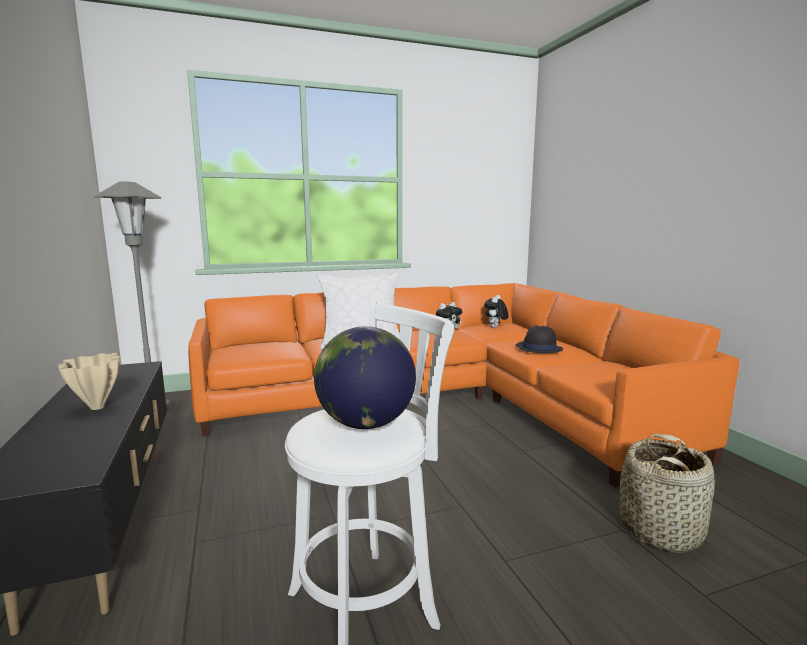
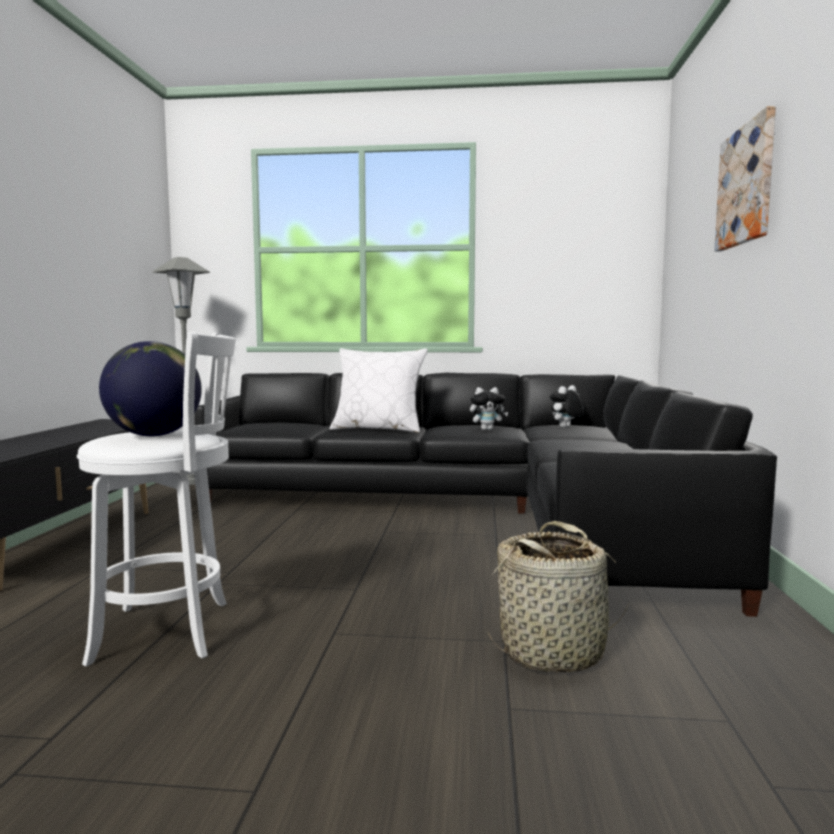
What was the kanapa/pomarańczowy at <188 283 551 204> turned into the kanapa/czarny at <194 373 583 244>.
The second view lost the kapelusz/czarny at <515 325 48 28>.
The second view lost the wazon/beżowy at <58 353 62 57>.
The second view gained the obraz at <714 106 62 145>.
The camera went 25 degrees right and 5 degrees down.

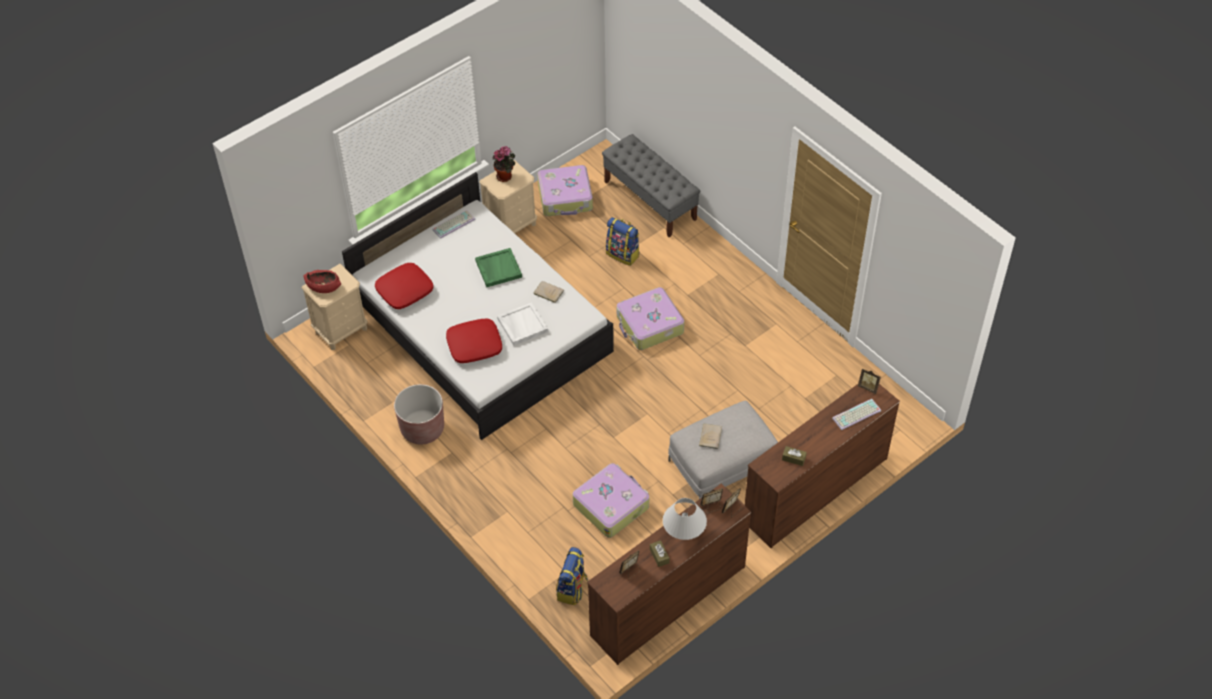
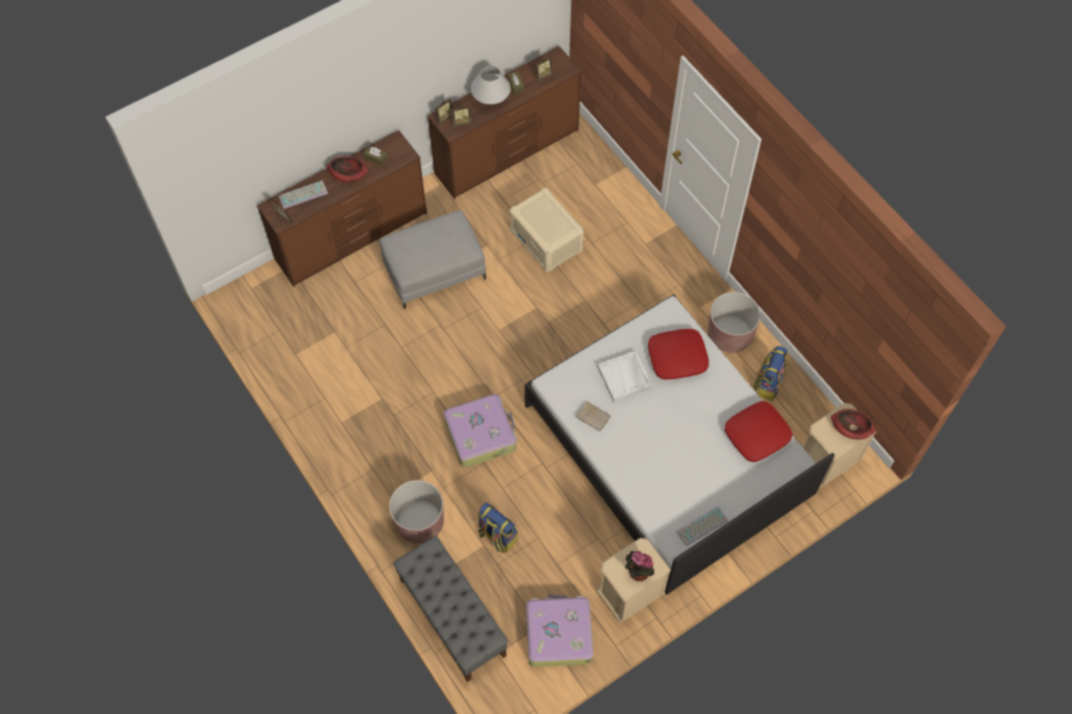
The second view lost the taca/zielony at <475 248 47 39>.
The second view lost the książka/beżowy at <699 423 23 26>.
Where the walizka stood at <573 463 76 75>, the pojemnik do przechowywania/beżowy came to stand at <509 188 75 84>.
The plecak ended up elsewhere, having gone from <556 547 32 59> to <753 346 34 55>.
The second view gained the miska/czerwony at <326 156 42 26>.
The second view gained the donica/brązowy at <389 480 55 63>.
The camera went 175 degrees left and 10 degrees up.

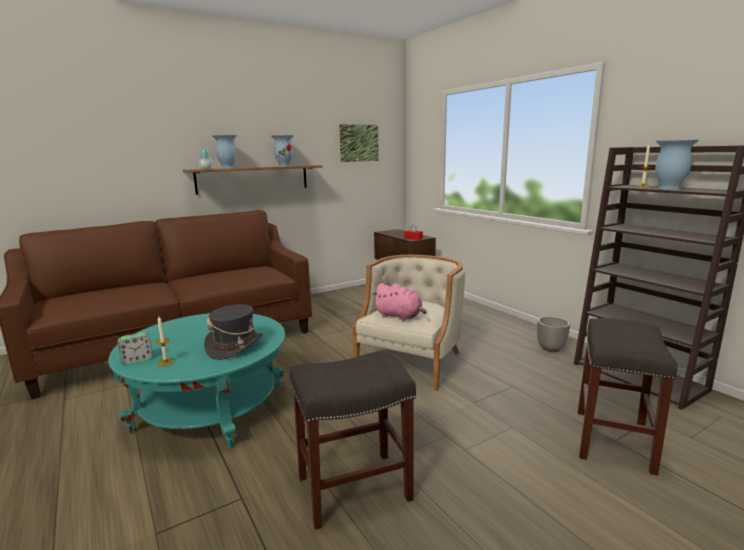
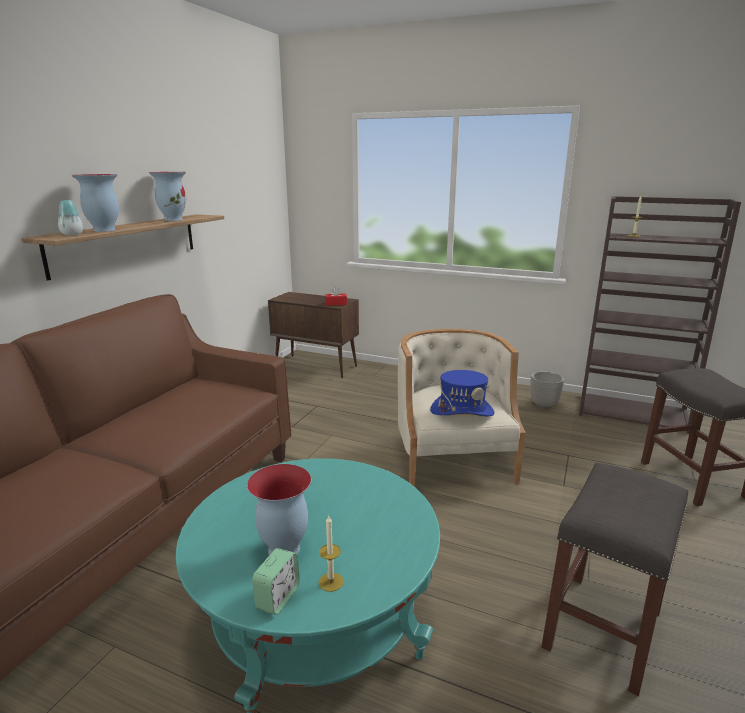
The second view lost the obraz at <339 124 40 38>.
The wazon ended up elsewhere, having gone from <655 140 44 50> to <247 464 64 91>.
Where the pluszak/różowy stood at <373 283 53 38>, the kapelusz/niebieski came to stand at <430 370 65 46>.
The second view lost the kapelusz/szary at <204 304 59 56>.
The camera went 35 degrees left and 5 degrees up.

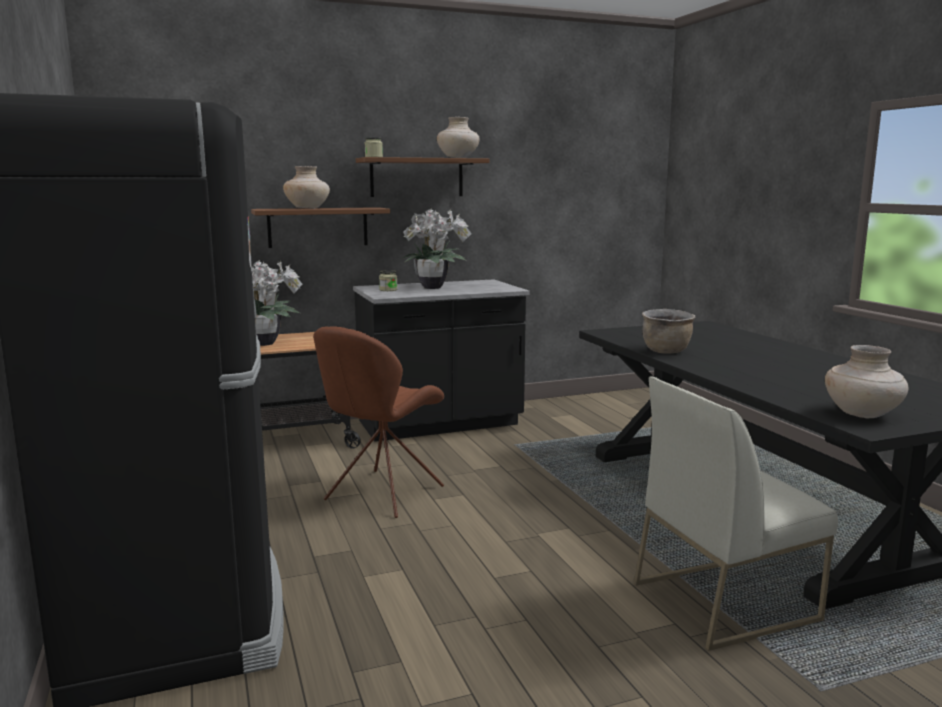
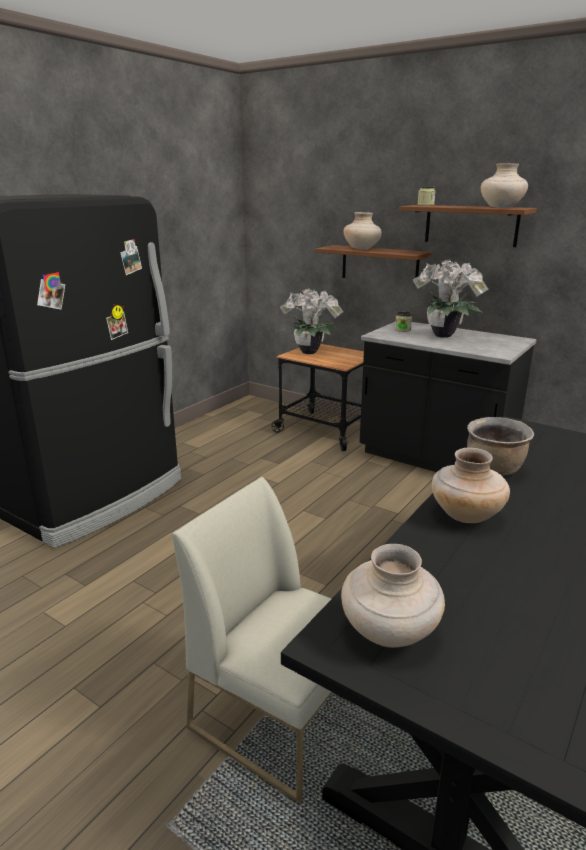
The second view lost the krzesło/brązowy at <313 326 131 192>.
The second view gained the wazon/beżowy at <432 448 78 75>.
The camera went 55 degrees right and 10 degrees up.

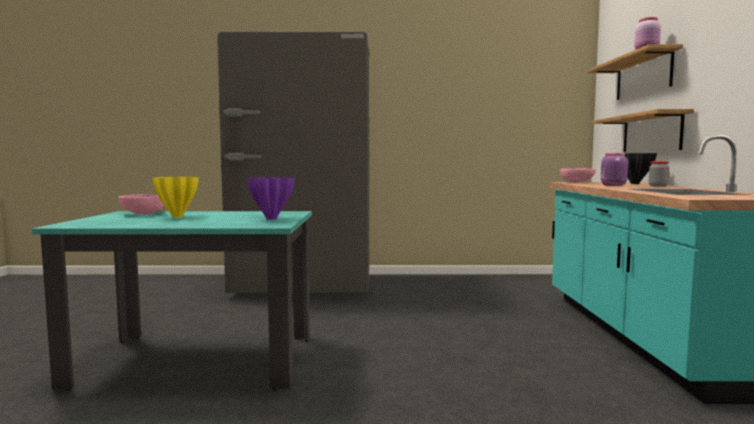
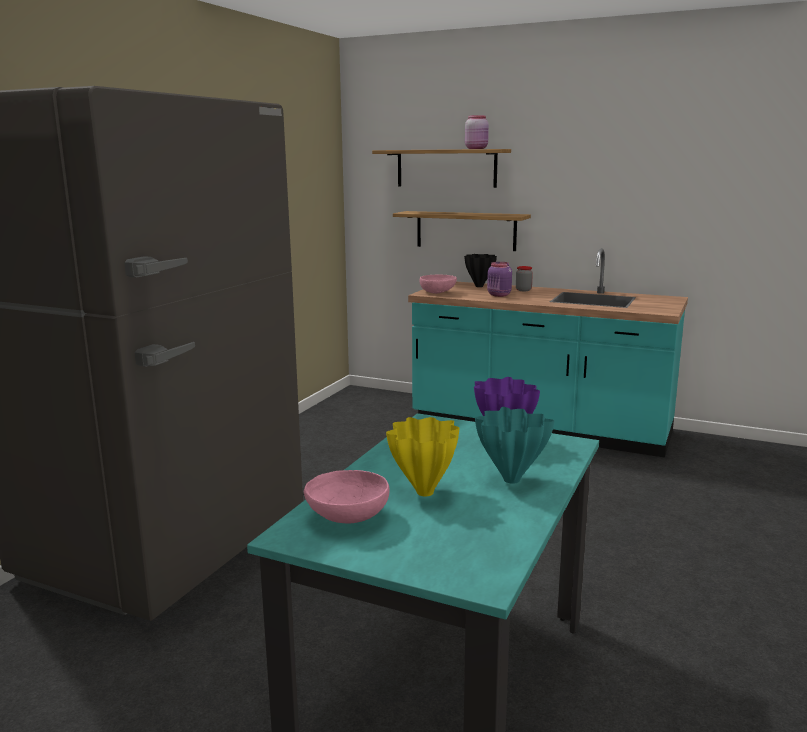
The second view gained the wazon/turkusowy at <475 407 79 77>.
The camera went 65 degrees left and 10 degrees up.

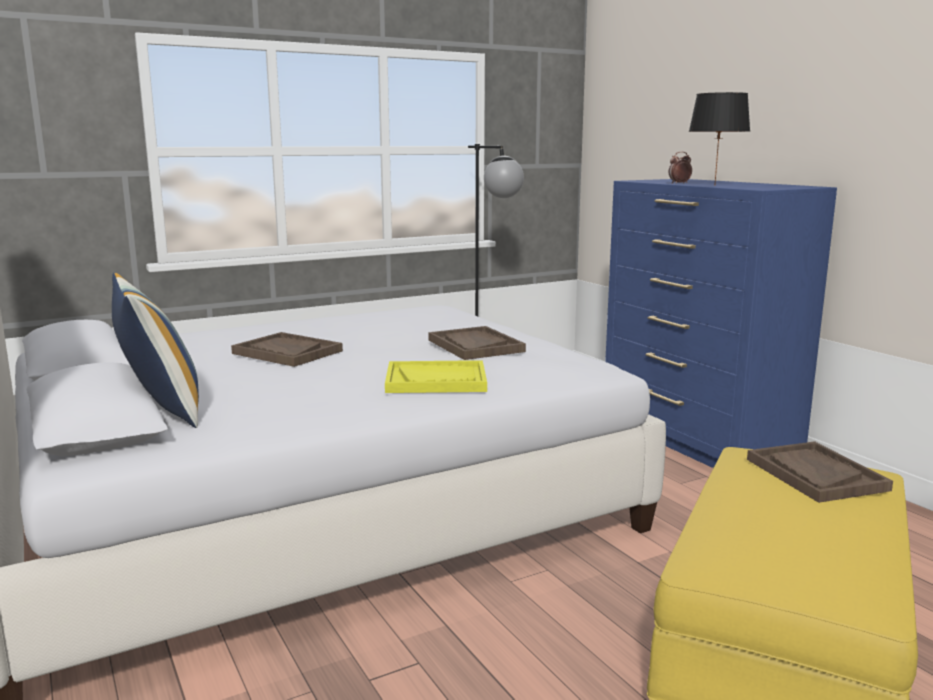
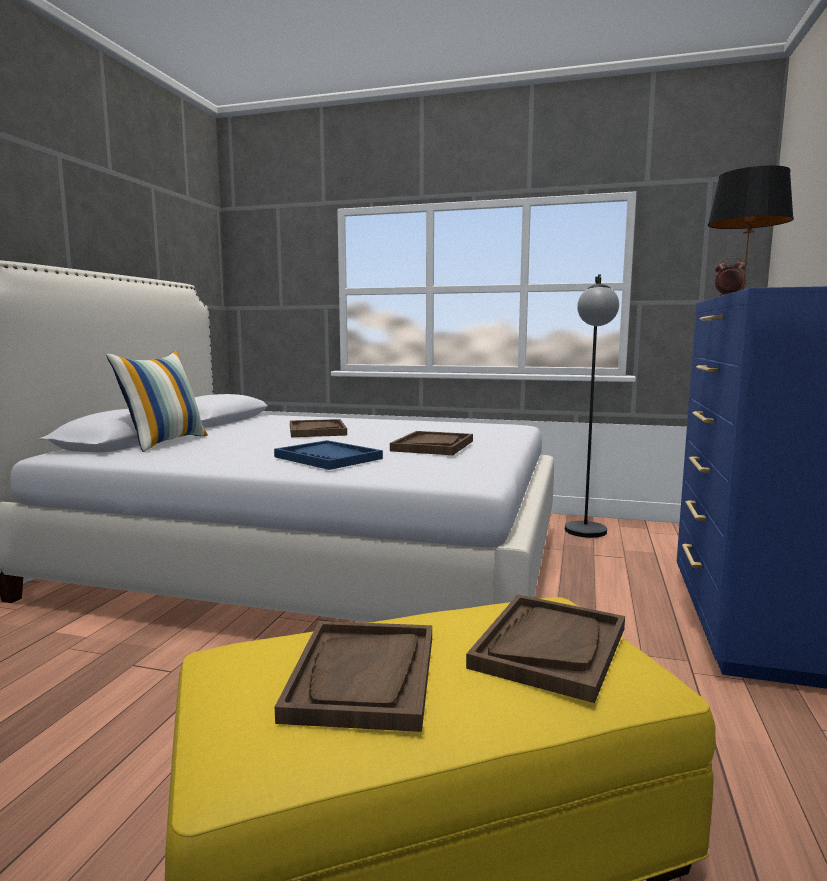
What was the taca/żółty at <385 360 102 33> turned into the taca/niebieski at <274 440 109 30>.
The second view gained the taca/brązowy at <275 621 157 111>.
The camera went 45 degrees right and 5 degrees down.

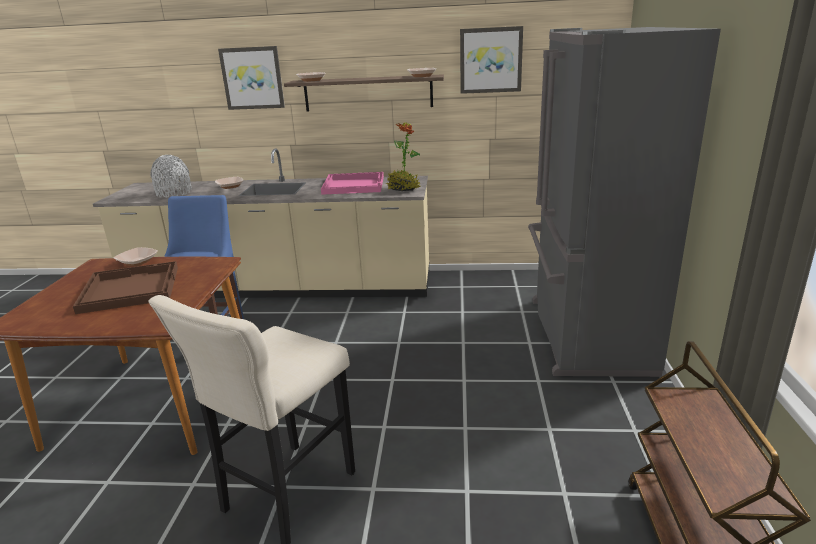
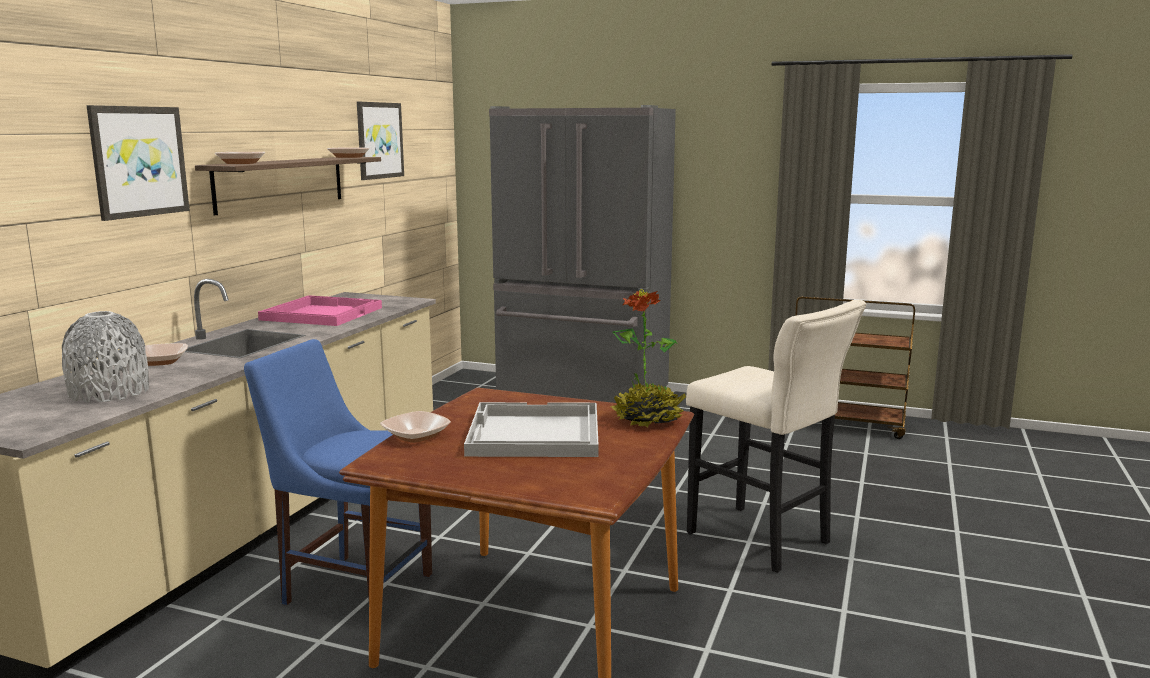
The roślina doniczkowa ended up elsewhere, having gone from <386 122 36 69> to <610 289 76 138>.
What was the taca/brązowy at <73 261 105 53> turned into the taca/biały at <464 402 135 55>.
The camera went 75 degrees left and 10 degrees down.

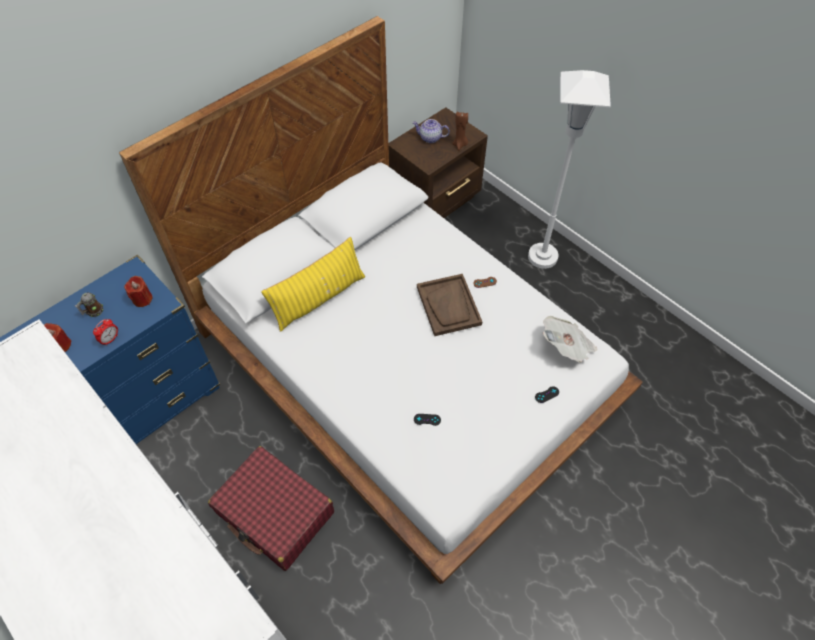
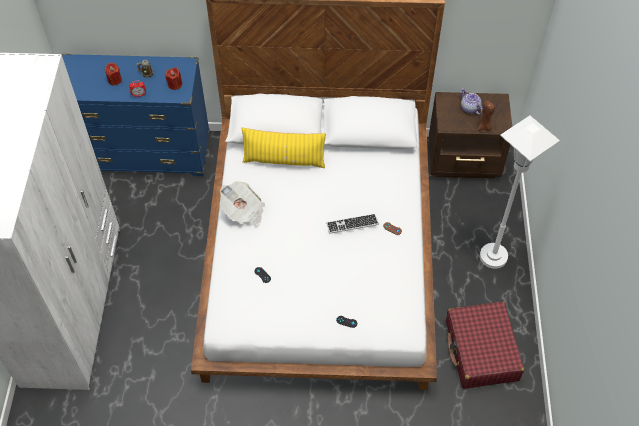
Where the taca/brązowy stood at <417 274 65 62>, the klawiatura came to stand at <326 214 53 20>.
The gazeta ended up elsewhere, having gone from <543 316 54 47> to <219 181 46 46>.
The walizka/czerwony ended up elsewhere, having gone from <208 446 126 125> to <446 301 78 88>.
The camera went 45 degrees right and 0 degrees up.

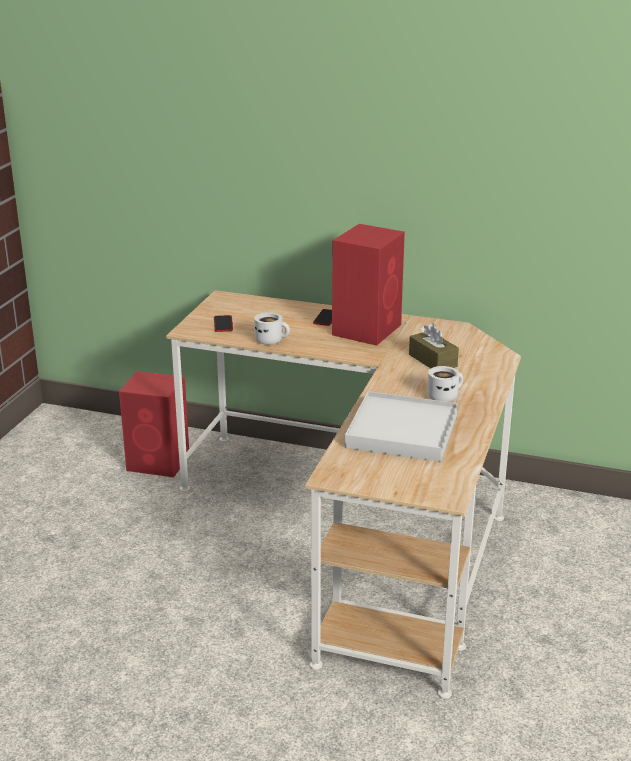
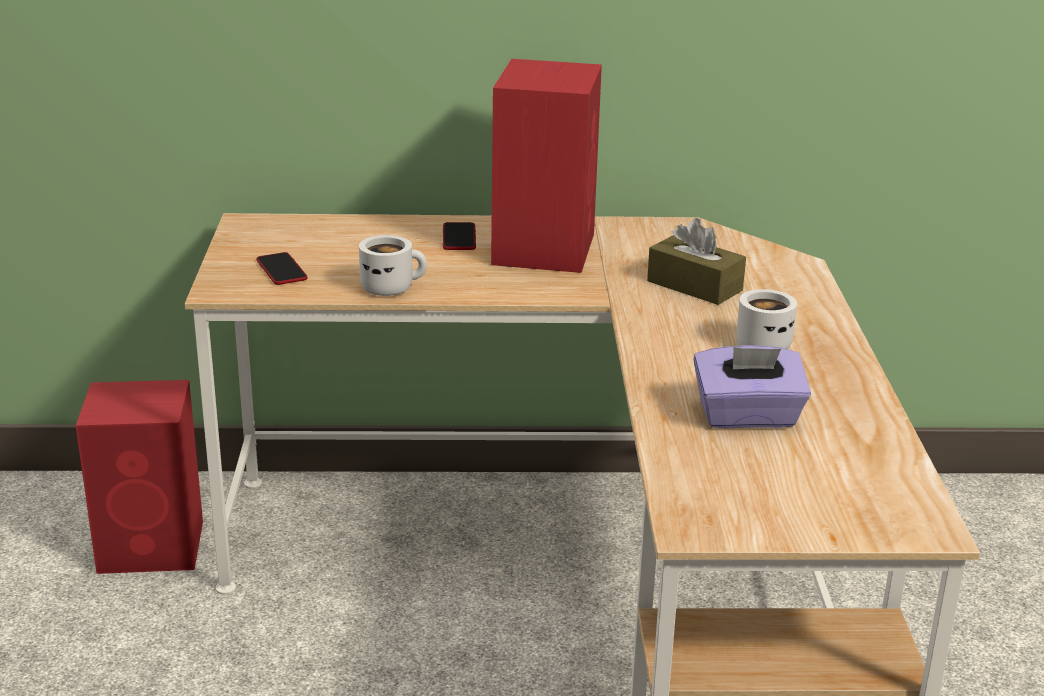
Where the taca/biały stood at <345 391 113 71>, the pudełko chusteczek/fioletowy came to stand at <693 345 118 83>.
The camera went 20 degrees left and 0 degrees up.

